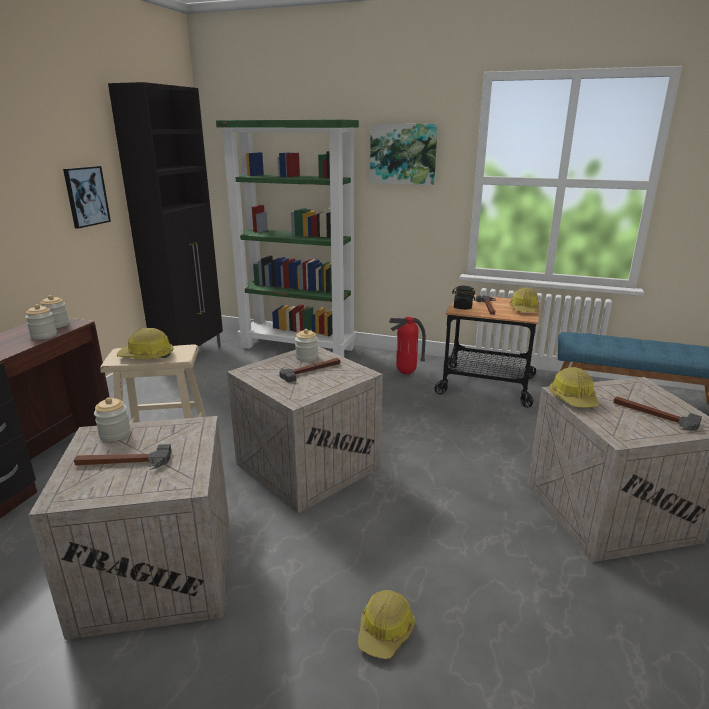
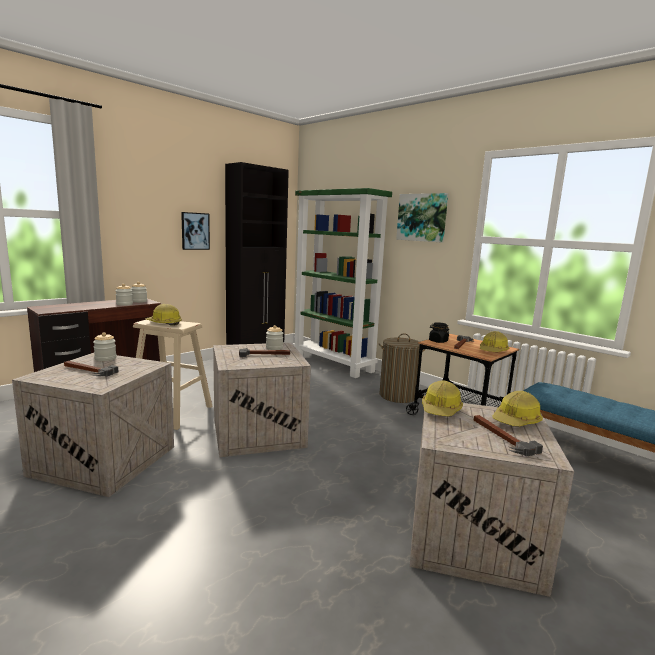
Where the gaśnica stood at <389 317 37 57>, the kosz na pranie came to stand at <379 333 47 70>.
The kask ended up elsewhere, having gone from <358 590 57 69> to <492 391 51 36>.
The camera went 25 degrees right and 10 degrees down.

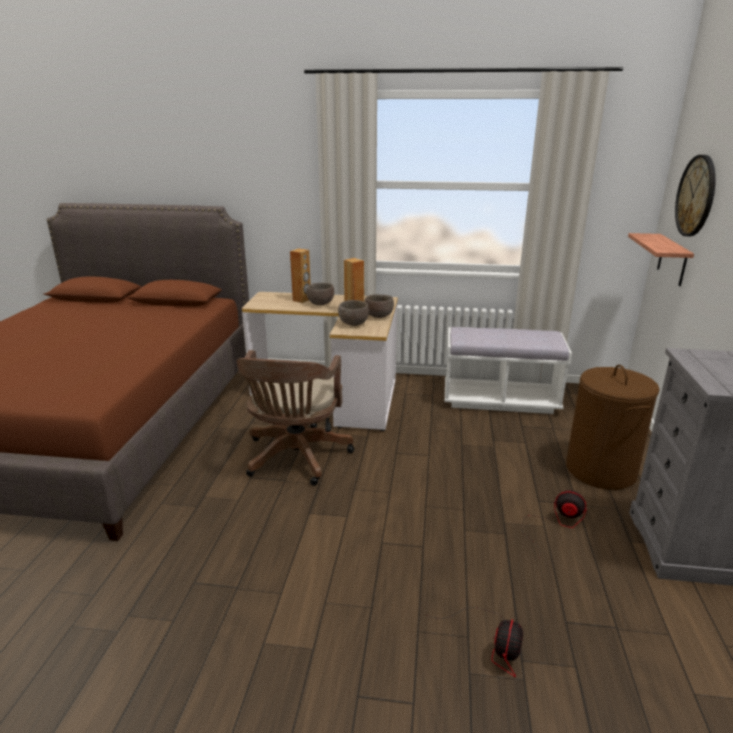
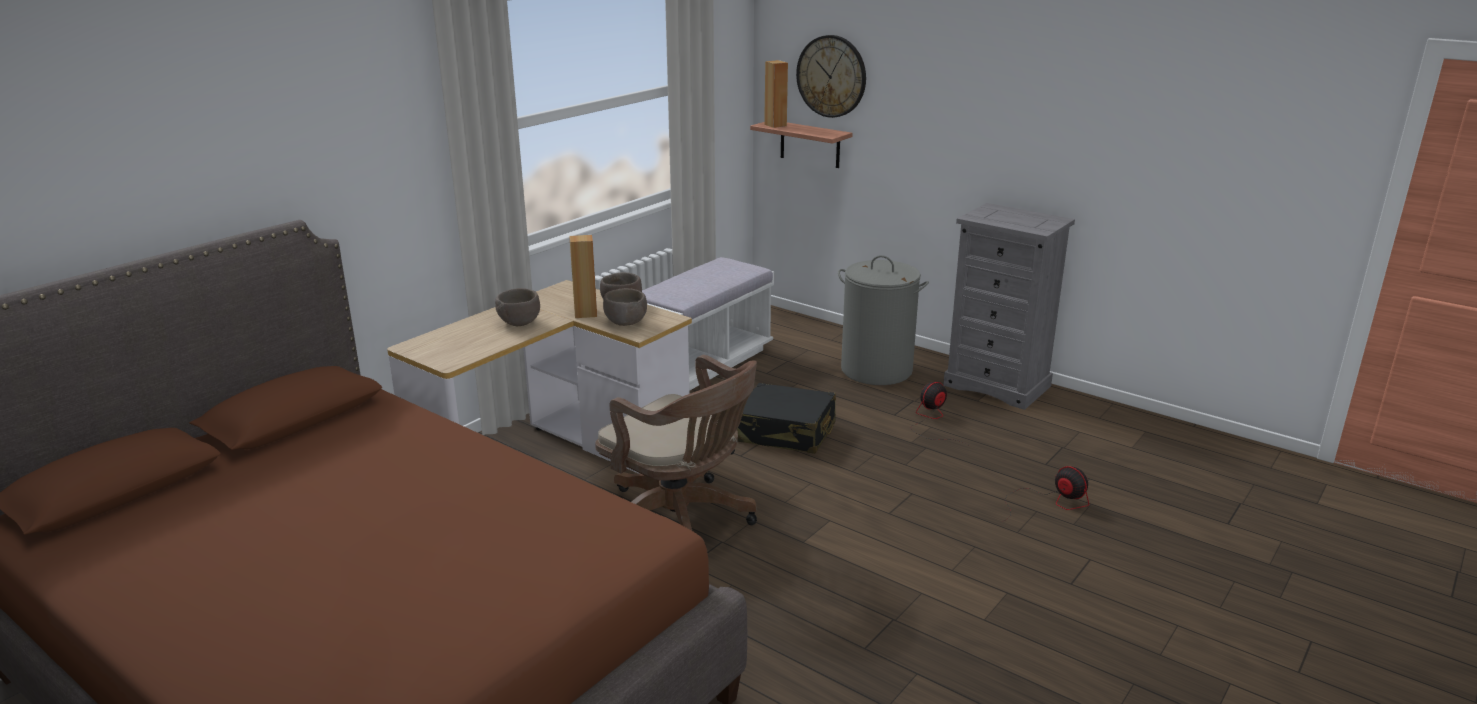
The głośnik/brązowy ended up elsewhere, having gone from <290 248 21 55> to <764 60 24 68>.
What was the kosz na pranie/brązowy at <566 365 94 125> turned into the kosz na pranie/szary at <838 255 91 130>.
The second view gained the walizka/czarny at <737 383 99 71>.
The camera went 60 degrees left and 0 degrees up.

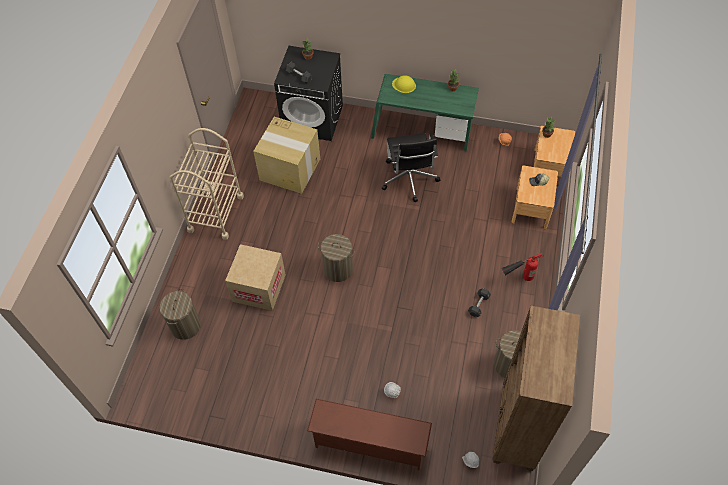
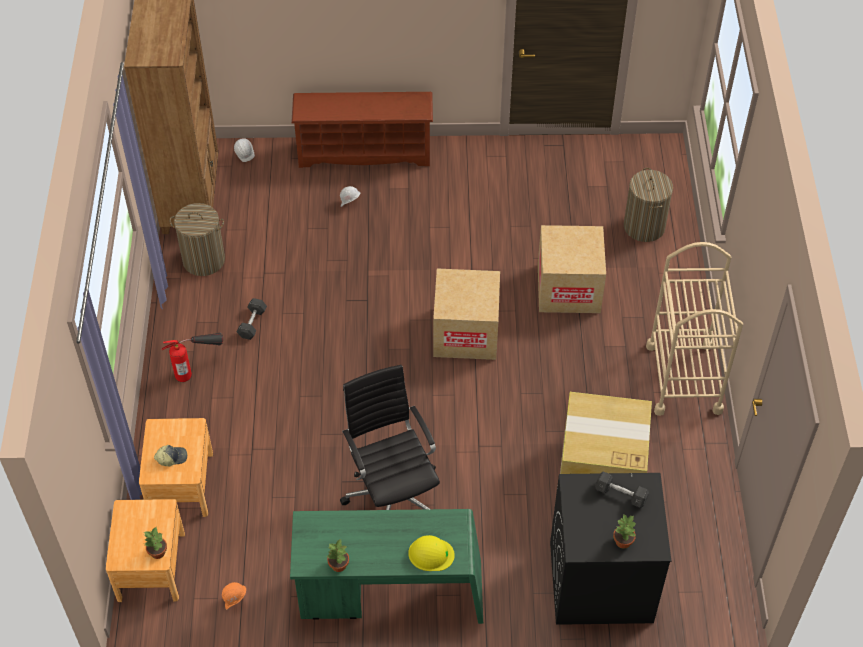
Where the kosz na pranie stood at <318 234 37 48>, the karton came to stand at <433 269 67 91>.
The camera went 165 degrees right and 5 degrees down.

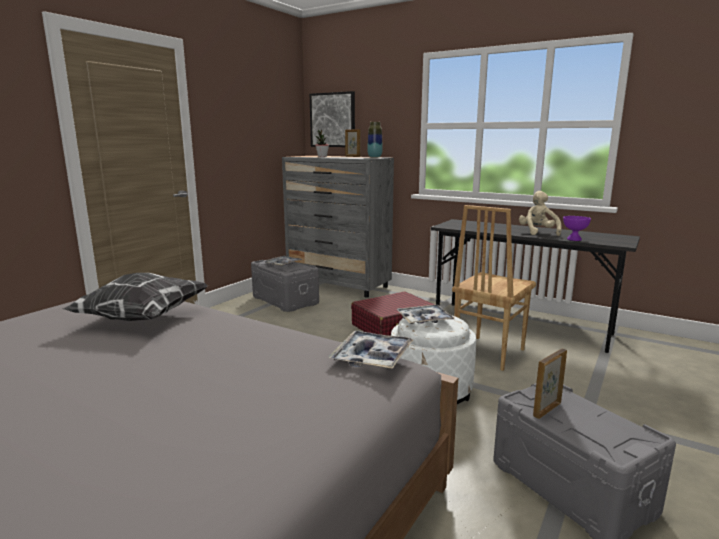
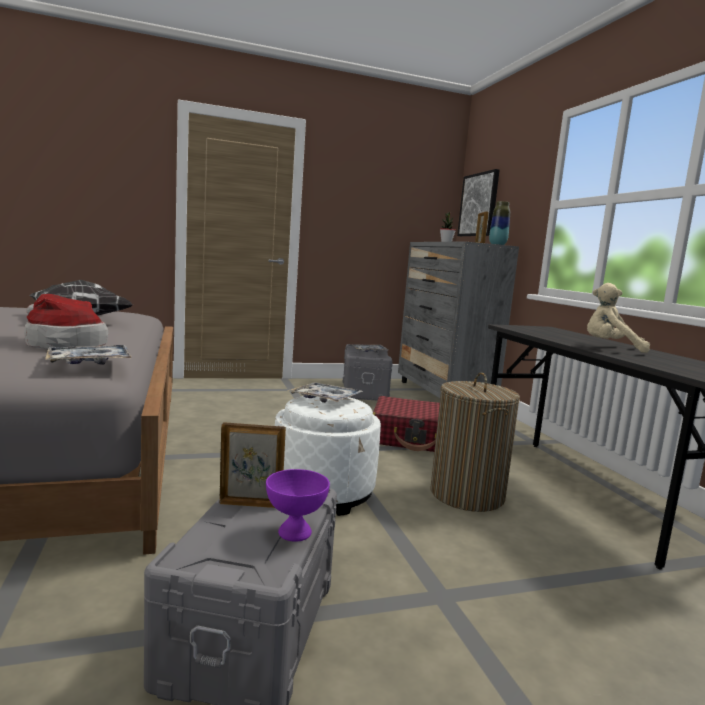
The pluszak/beżowy at <519 191 43 45> ended up facing another way, 105 degrees counterclockwise from before.
Where the krzesło/brązowy stood at <452 205 84 166>, the kosz na pranie came to stand at <430 372 90 140>.
The miska/fioletowy ended up elsewhere, having gone from <563 216 28 25> to <266 469 64 73>.
The second view gained the kapelusz at <24 294 85 55>.
The camera went 40 degrees right and 5 degrees down.

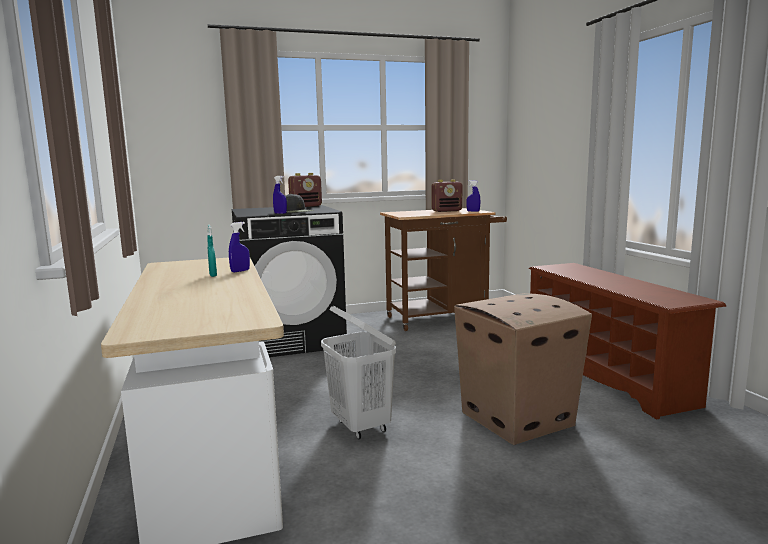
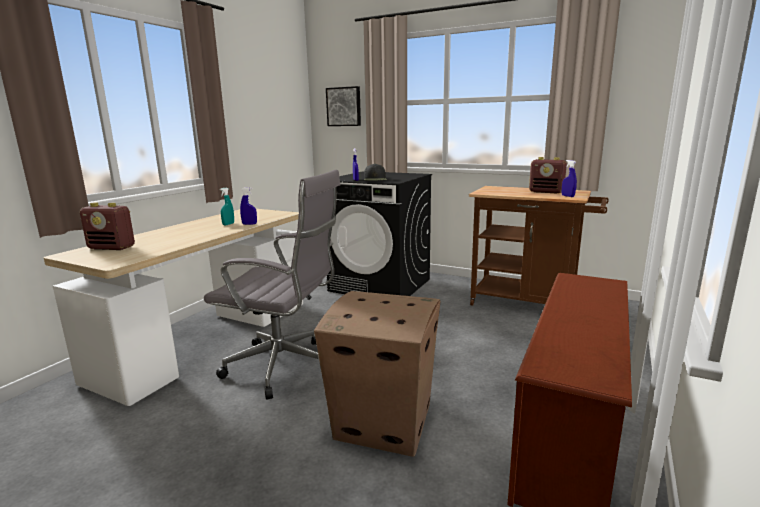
The radio ended up elsewhere, having gone from <288 173 34 34> to <80 202 55 48>.
Where the kosz na pranie/biały stood at <321 306 75 134>, the krzesło biurowe/szary came to stand at <204 170 137 230>.
The second view gained the obraz at <326 86 35 40>.
The camera went 45 degrees right and 5 degrees up.

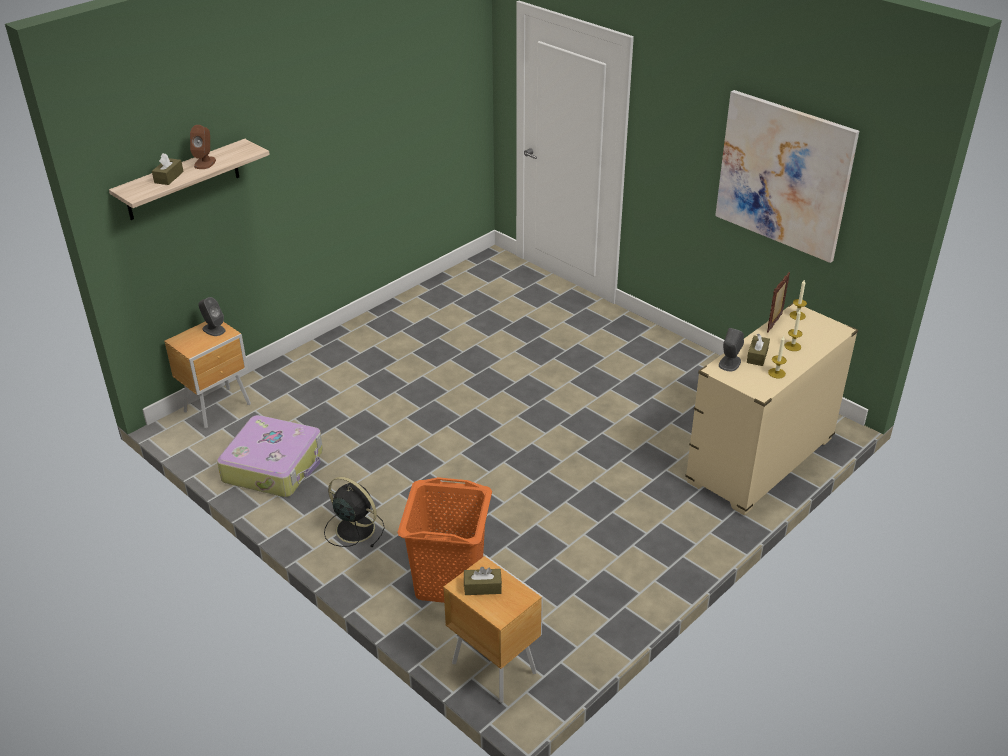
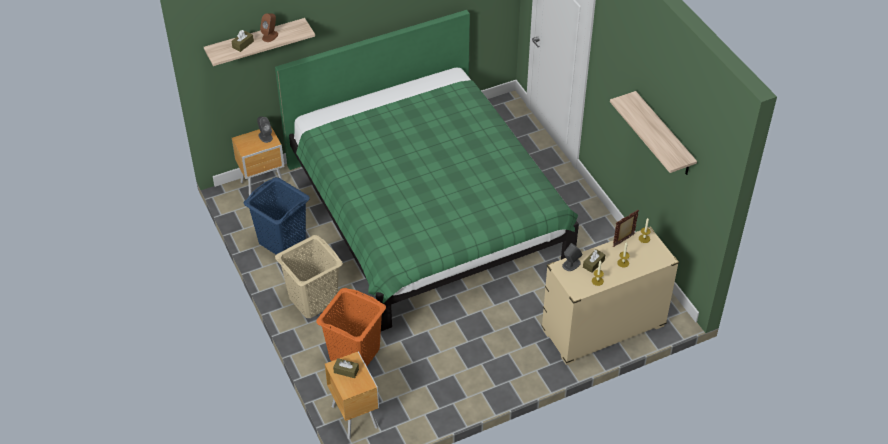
Where the obraz hung at <715 90 144 173>, the półka came to hang at <610 91 87 84>.
Where the walizka stood at <217 415 106 82>, the kosz na pranie/niebieski came to stand at <244 177 66 77>.
Where the wentylator/czarny stood at <324 477 61 70>, the kosz na pranie/beżowy came to stand at <275 235 68 83>.
The second view gained the łóżko/zielony at <275 10 304 321>.
The camera went 20 degrees right and 10 degrees up.

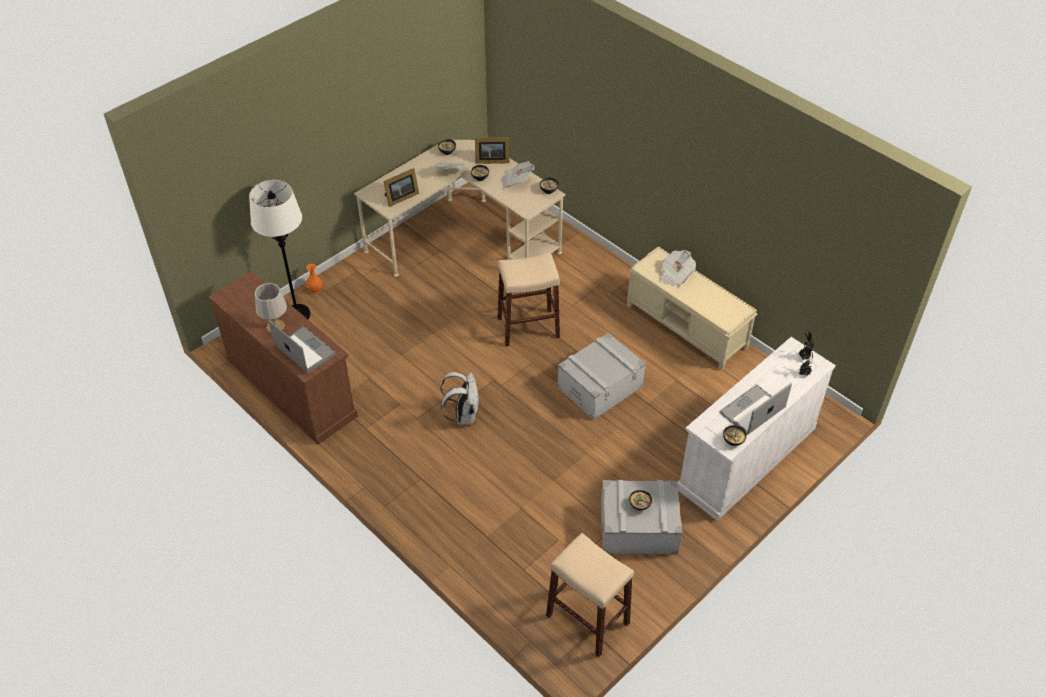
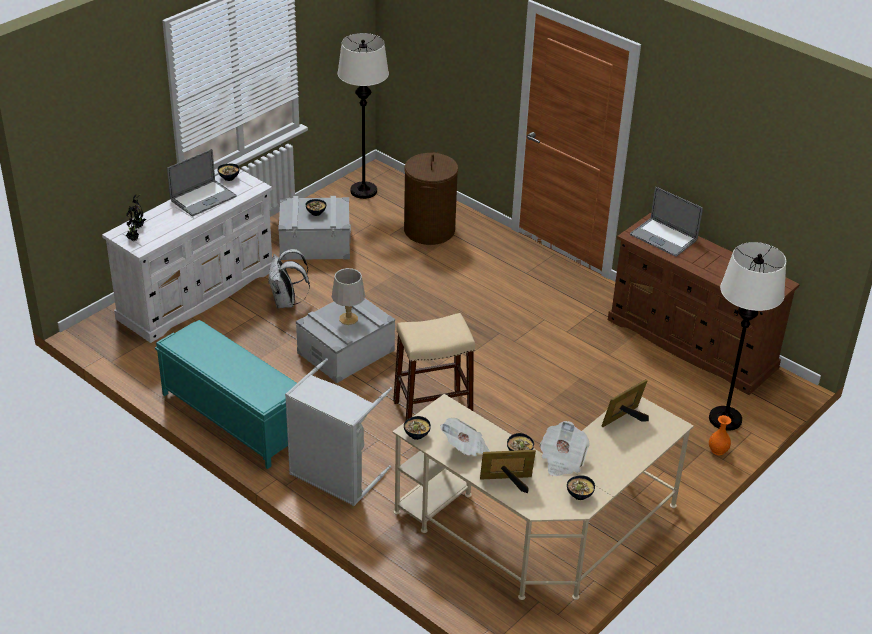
What was the ławka/beżowy at <627 246 130 125> turned into the ławka/turkusowy at <155 320 142 149>.
The second view lost the gazeta at <660 250 36 37>.
The lampa stołowa/szary ended up elsewhere, having gone from <255 283 32 49> to <332 268 33 57>.
The plecak/biały ended up elsewhere, having gone from <440 372 39 53> to <268 249 42 59>.
Where the stołek/beżowy stood at <546 533 88 124>, the lampa stojąca/biały came to stand at <337 33 52 166>.
The second view gained the kosz na pranie/brązowy at <404 152 54 93>.
The second view gained the kosz na pranie/szary at <285 358 107 148>.
The camera went 175 degrees right and 10 degrees down.

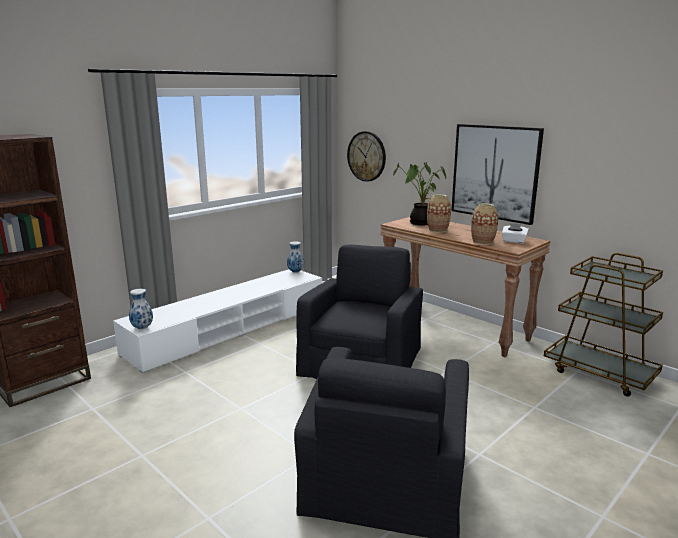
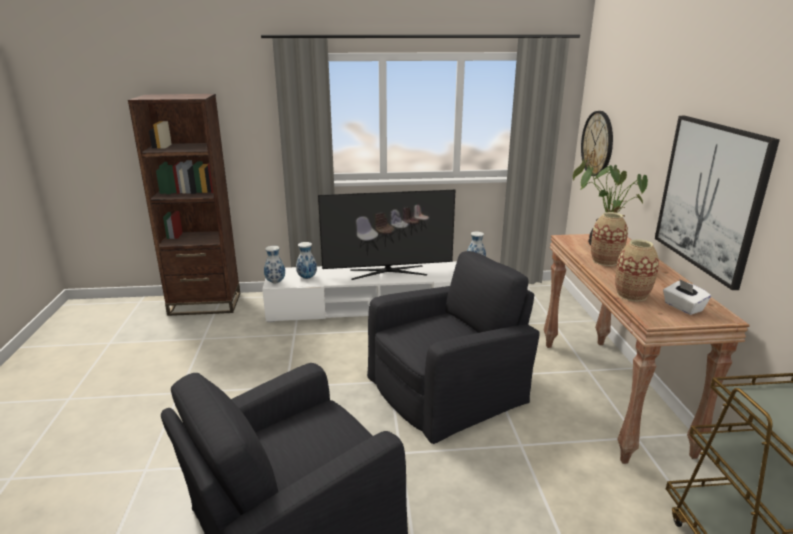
The second view gained the telewizor at <318 190 137 90>.
The second view gained the wazon at <296 242 21 37>.
The camera went 40 degrees right and 5 degrees up.

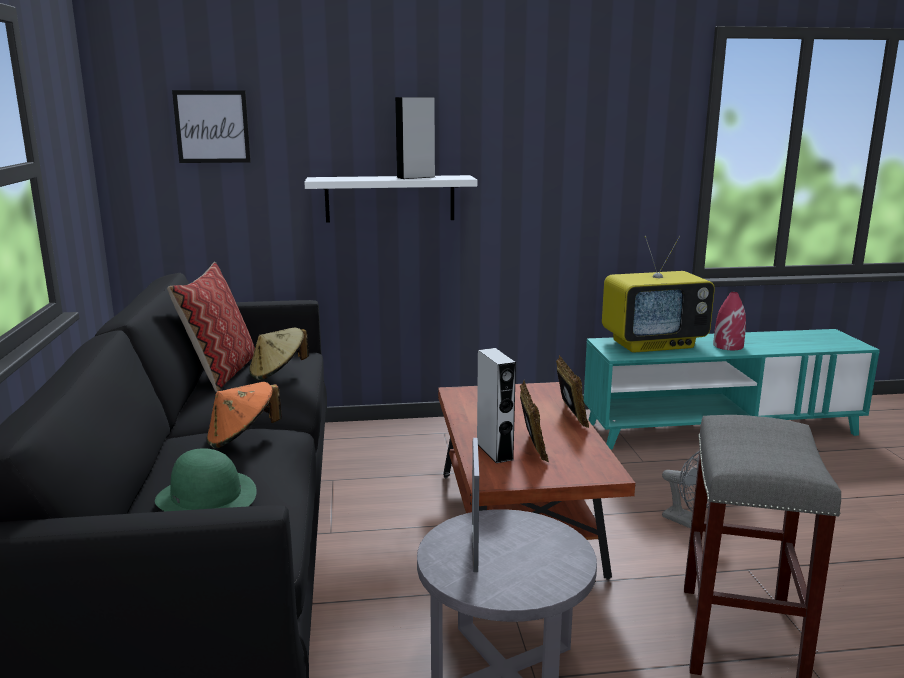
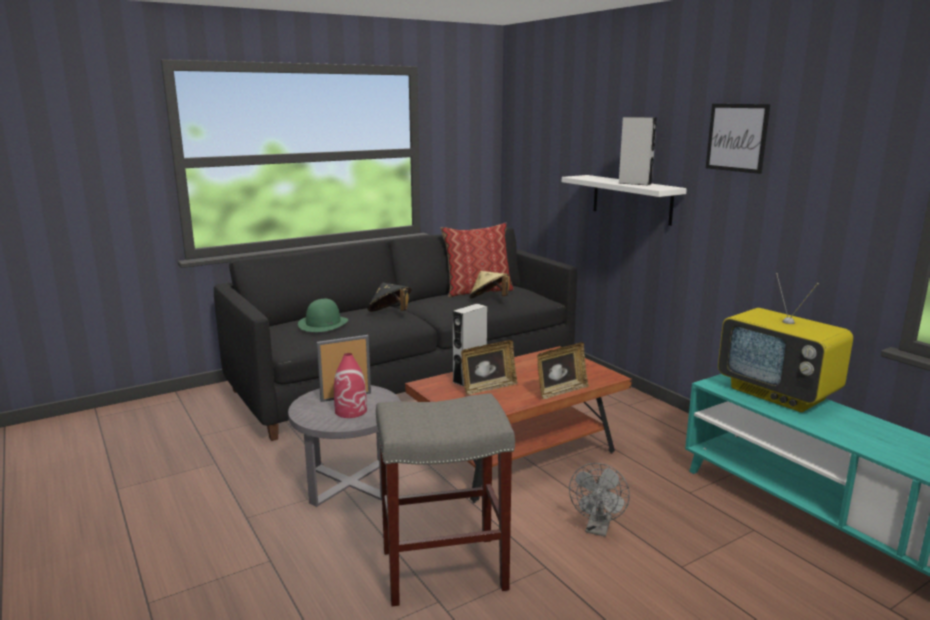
The obraz ended up elsewhere, having gone from <172 90 79 73> to <706 104 64 70>.
The wazon/czerwony ended up elsewhere, having gone from <713 292 33 58> to <334 353 33 65>.
What was the kapelusz/pomarańczowy at <207 382 75 66> turned into the kapelusz/czarny at <368 283 44 29>.
The camera went 65 degrees right and 0 degrees up.

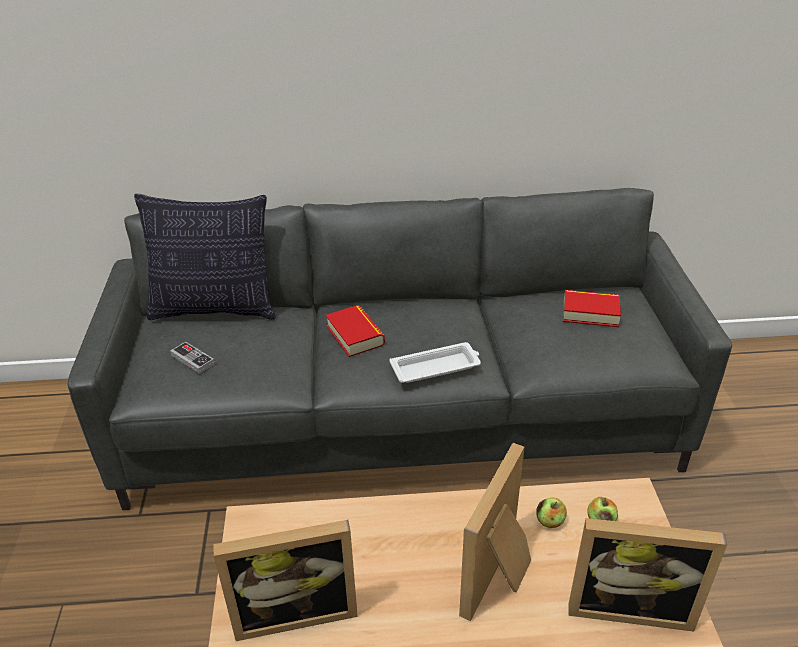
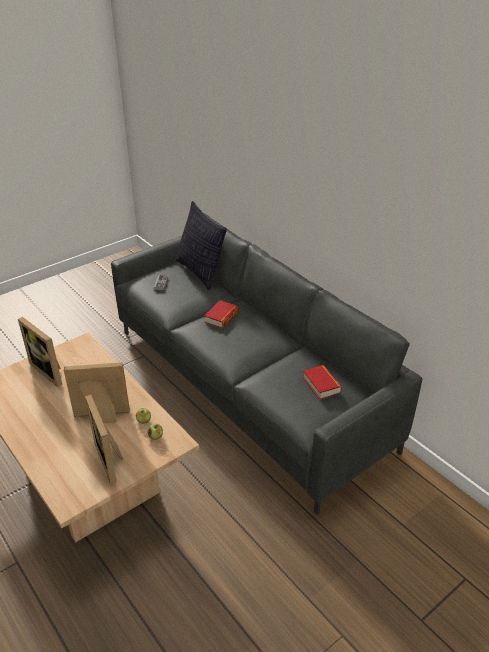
The second view lost the taca/biały at <389 342 92 41>.
The camera went 55 degrees right and 0 degrees up.

